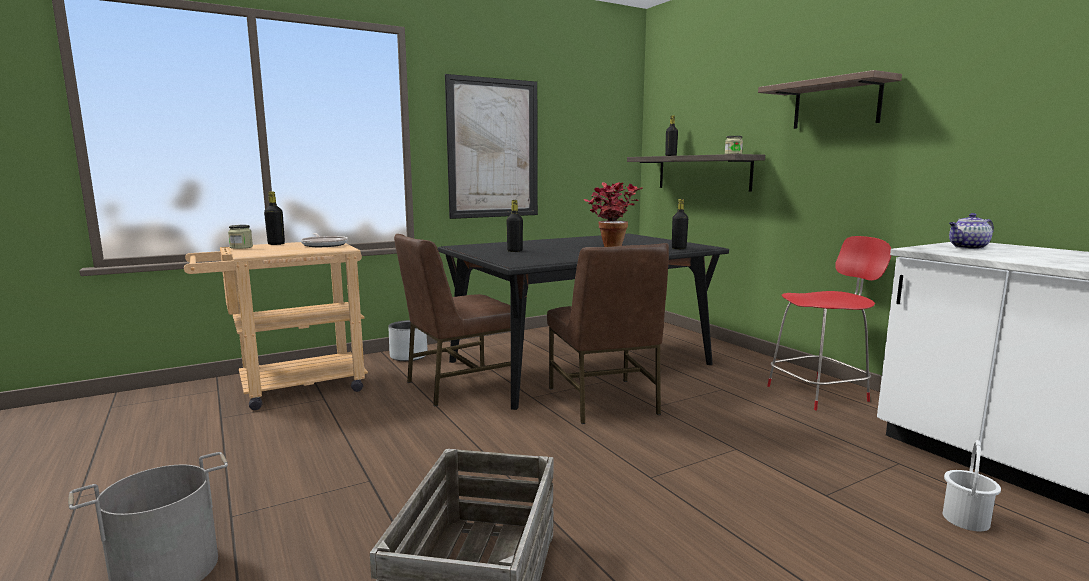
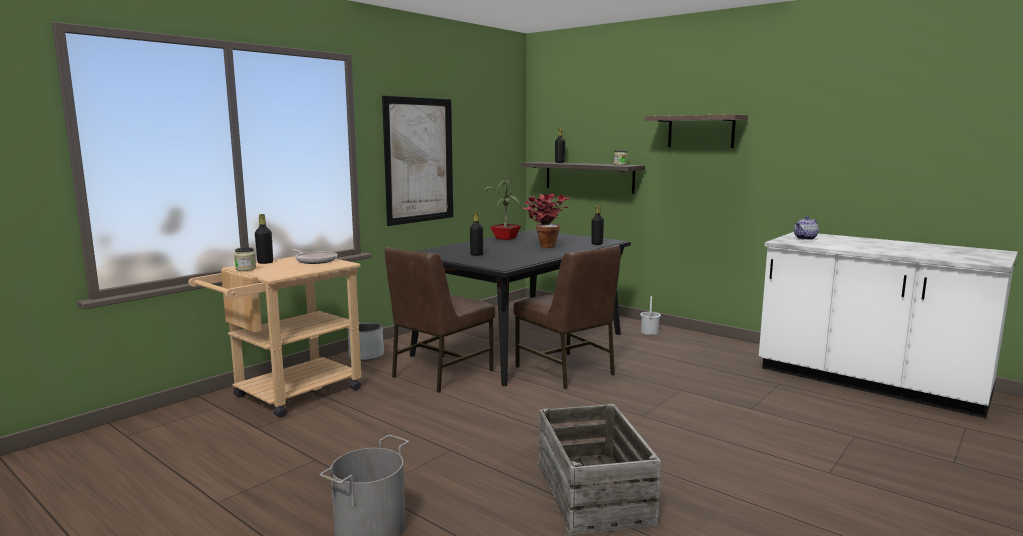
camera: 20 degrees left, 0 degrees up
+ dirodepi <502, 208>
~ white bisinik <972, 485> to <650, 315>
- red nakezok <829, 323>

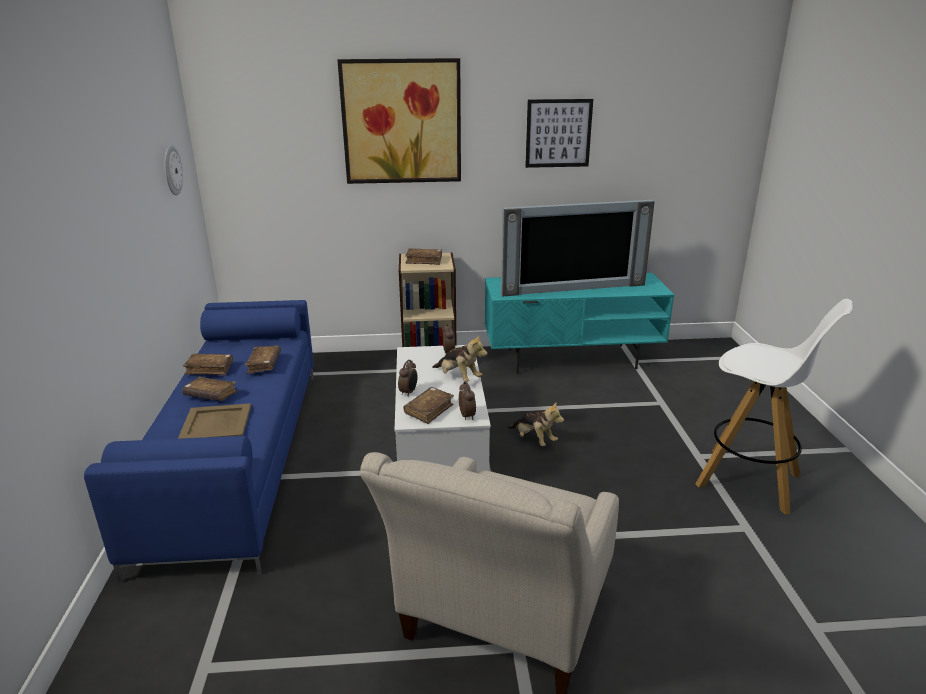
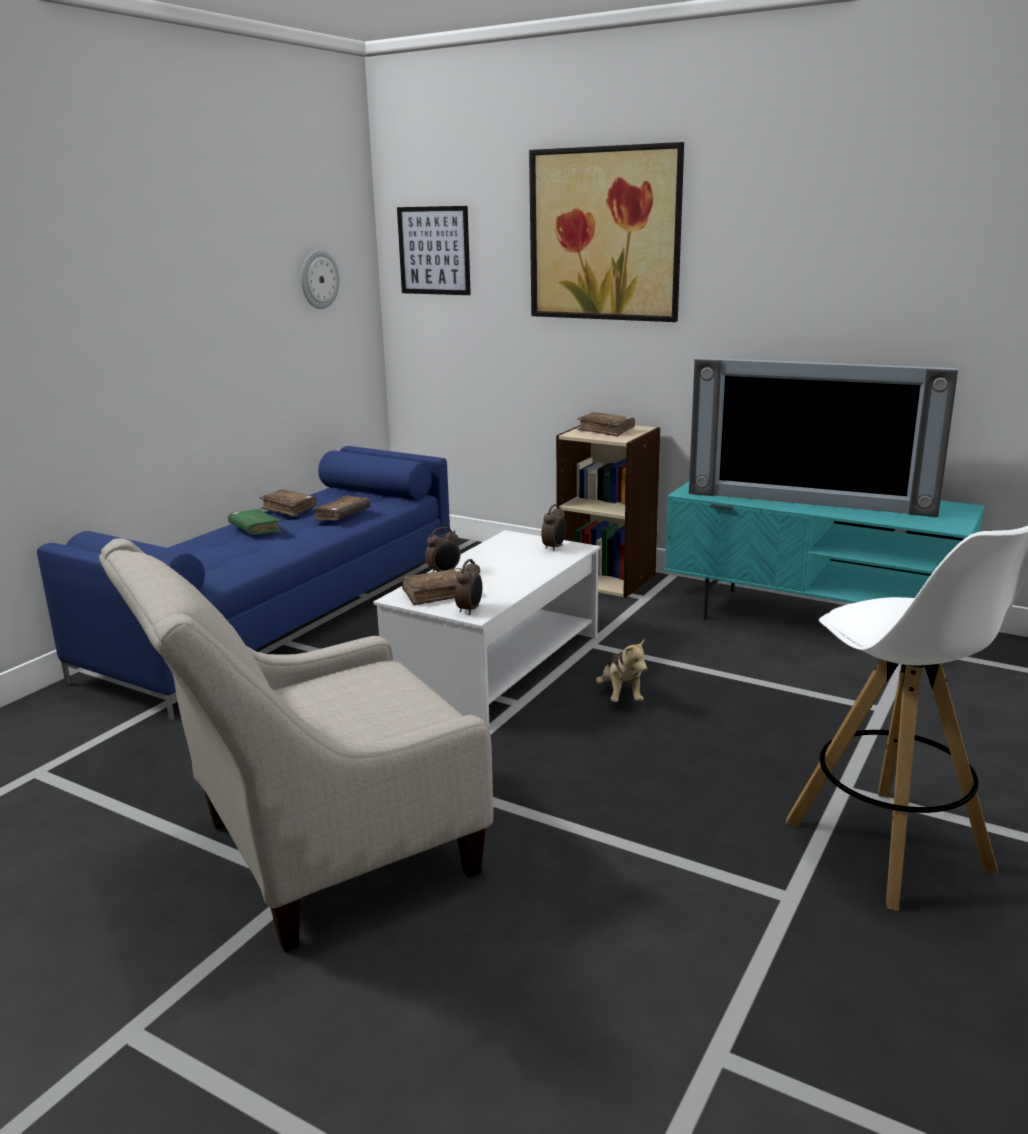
camera: 35 degrees right, 5 degrees down
~ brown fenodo <210, 389> to green fenodo <255, 522>
~ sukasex <559, 133> to <434, 250>
- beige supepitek <214, 421>
- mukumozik <459, 358>

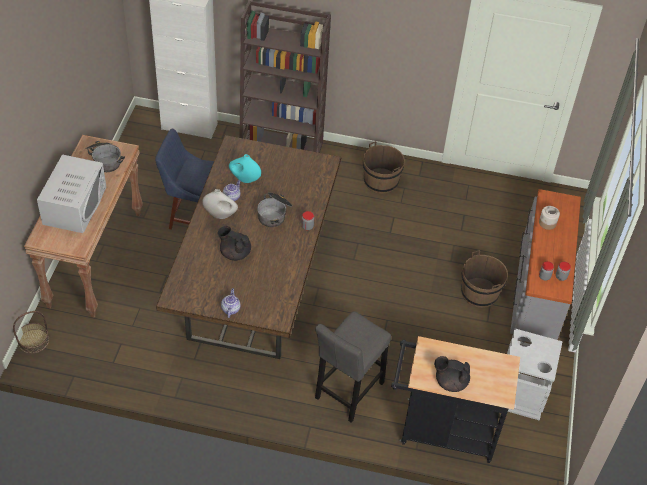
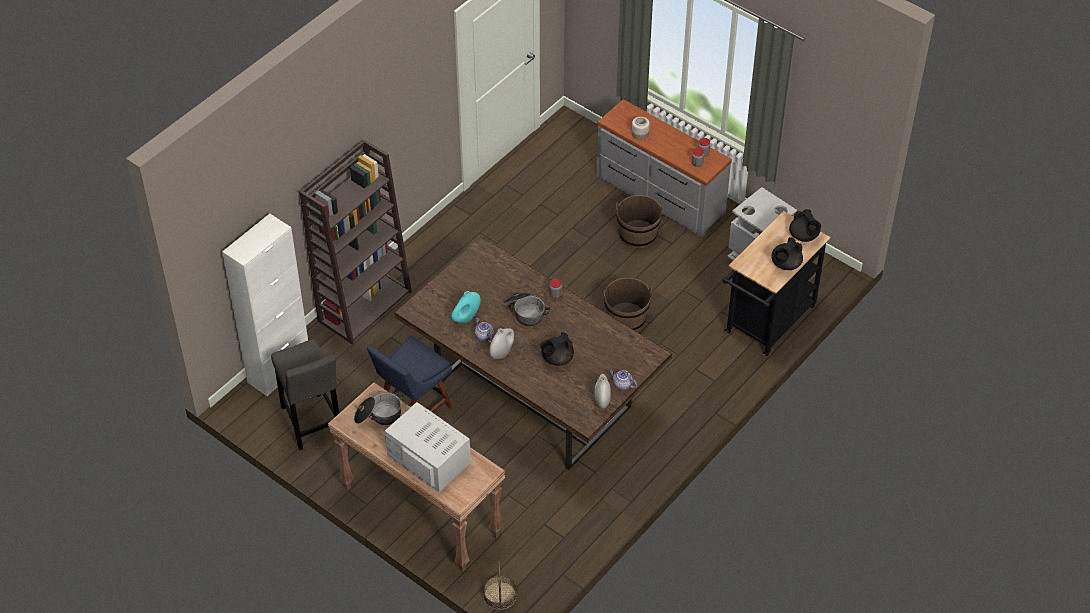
camera: 60 degrees left, 0 degrees up
~ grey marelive <353, 367> to <305, 394>
+ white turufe <602, 391>
~ brown bisinik <384, 167> to <627, 304>
+ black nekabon <805, 225>

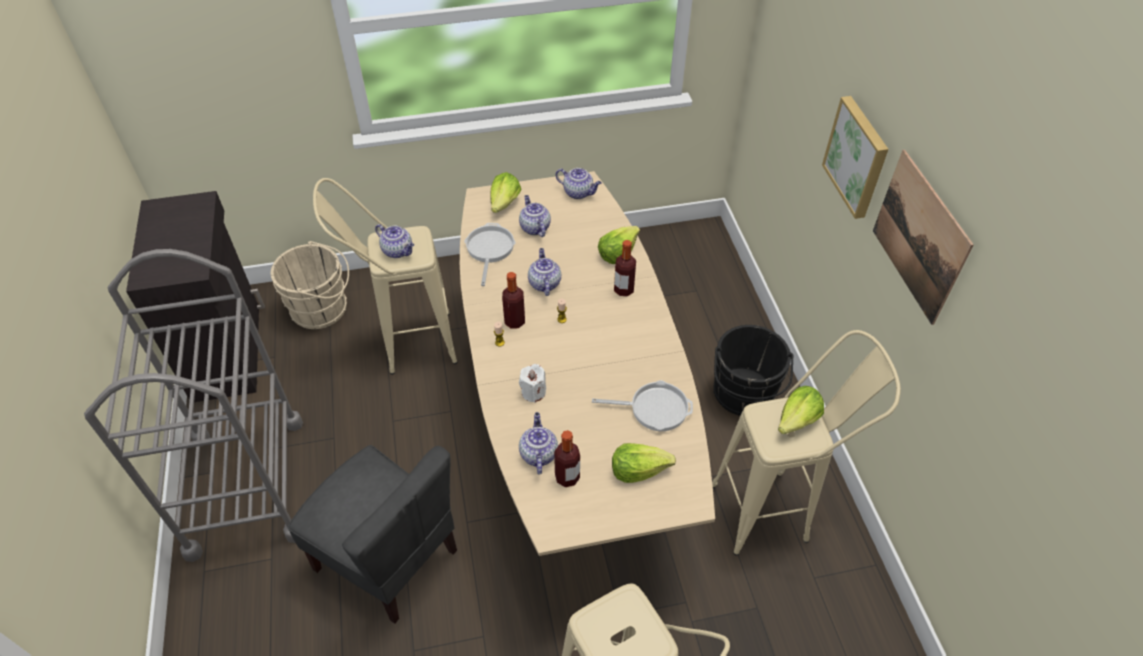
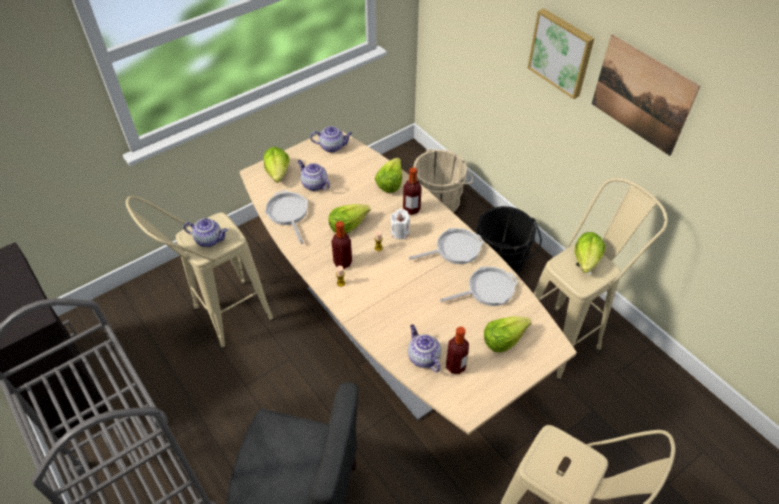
camera: 25 degrees left, 0 degrees up
~ nekabon <544, 272> to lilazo <349, 219>
~ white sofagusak <532, 383> to <400, 224>
+ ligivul <446, 246>
~ beige bisinik <310, 285> to <443, 181>

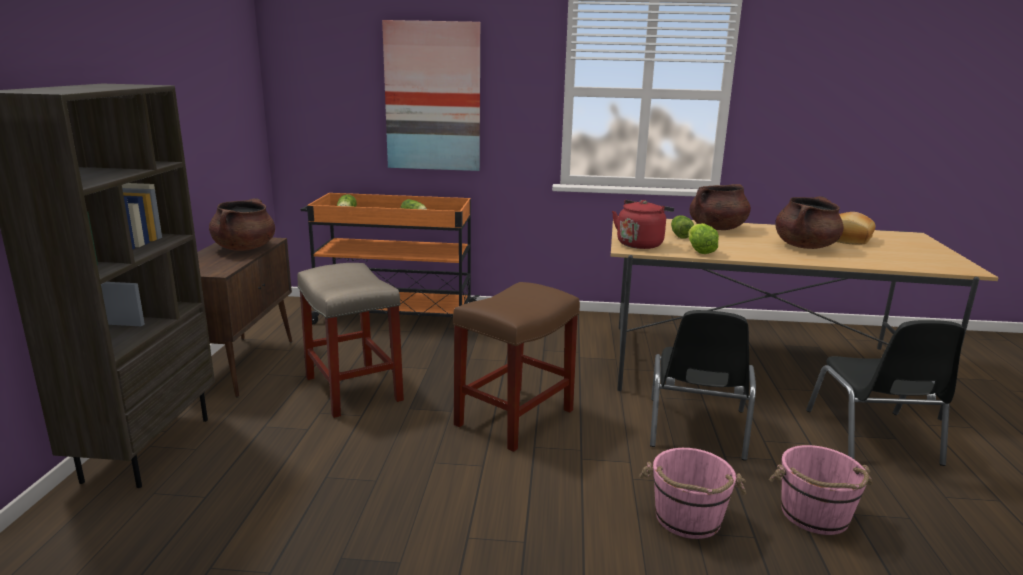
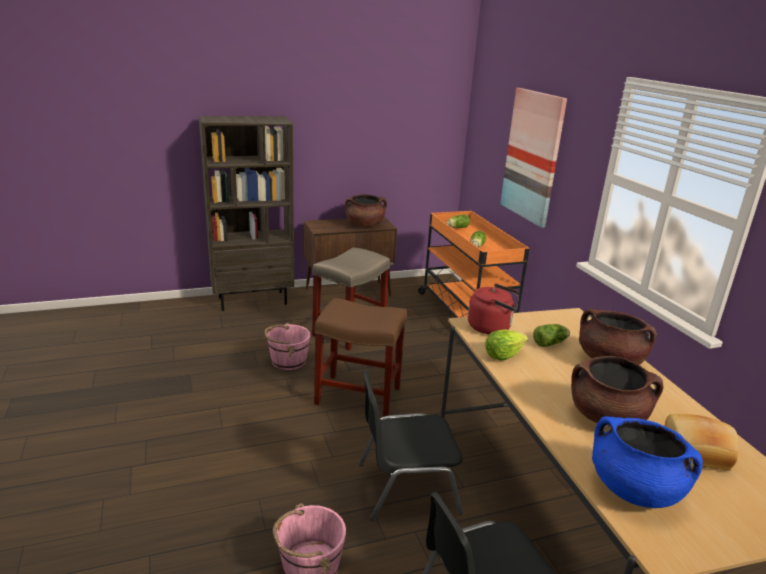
camera: 65 degrees right, 5 degrees up
~ pink bisinik <693, 493> to <288, 346>
+ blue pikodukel <647, 462>

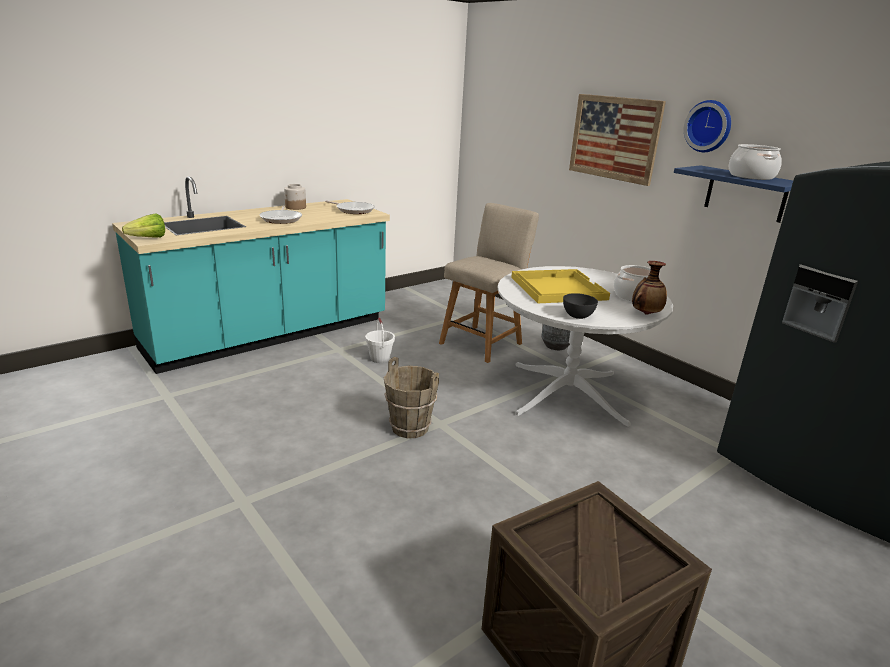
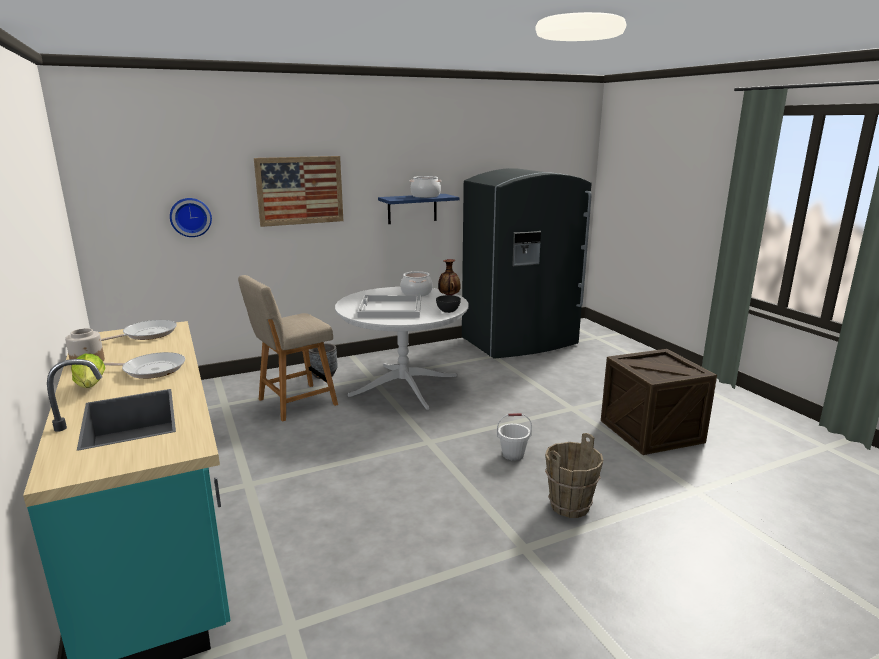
camera: 75 degrees left, 5 degrees down
~ lilazo <143, 226> to <88, 371>
~ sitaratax <707, 126> to <191, 217>
~ beige nakezok <489, 283> = <288, 348> 90 degrees counterclockwise
~ yellow supepitek <560, 286> to white supepitek <389, 306>
~ white bisinik <380, 340> to <514, 437>
~ brown bisinik <411, 397> to <574, 475>

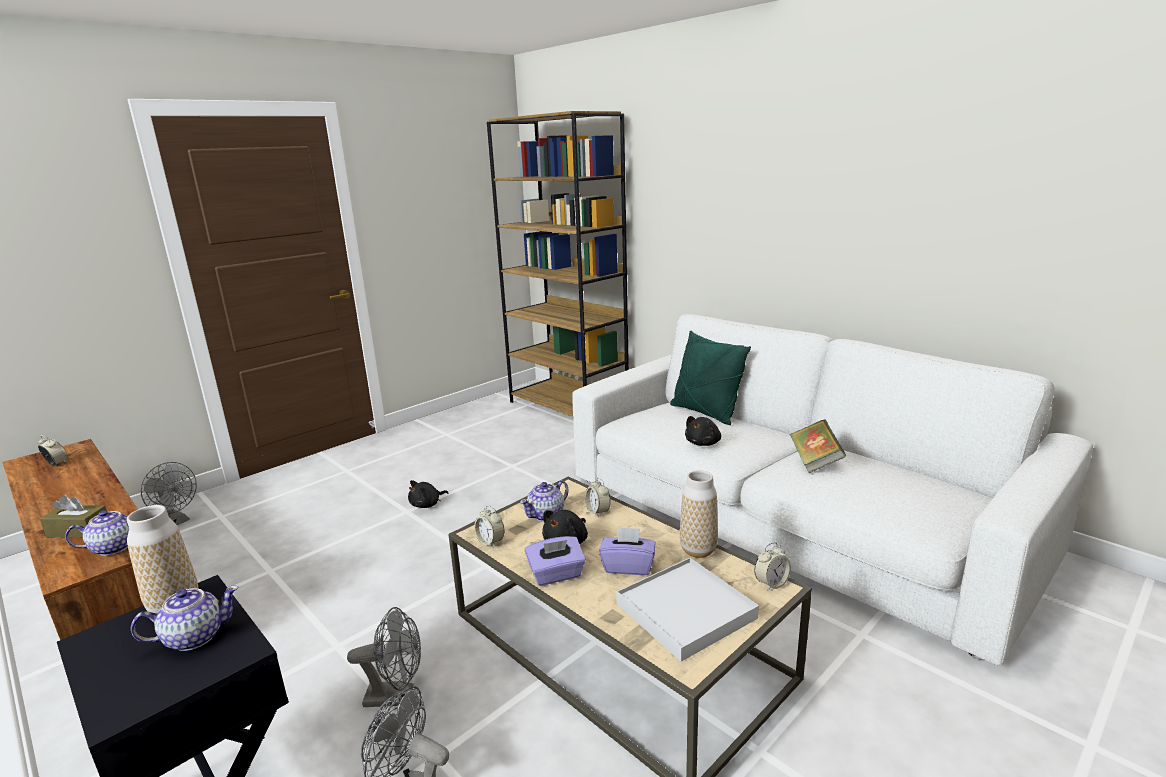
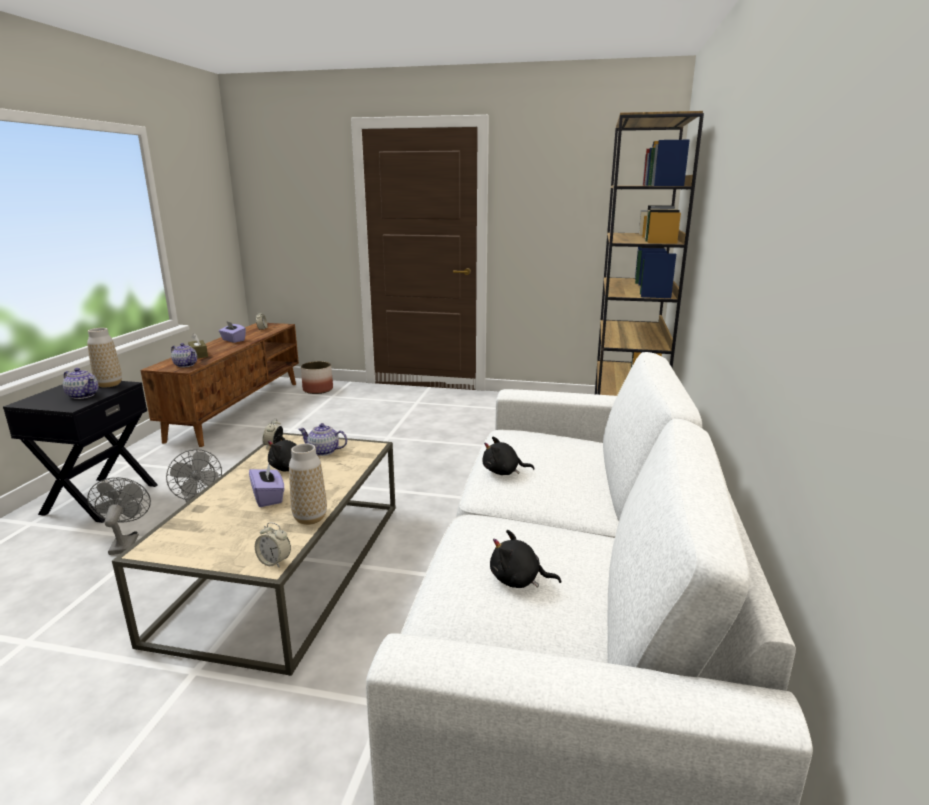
camera: 55 degrees right, 0 degrees up
~ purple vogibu <555, 561> to <232, 332>
~ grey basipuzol <169, 493> to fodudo <317, 377>
~ black mukumozik <428, 494> to <525, 559>
- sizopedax <598, 497>
- white supepitek <687, 610>
- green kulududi <710, 378>
- fenodo <818, 446>

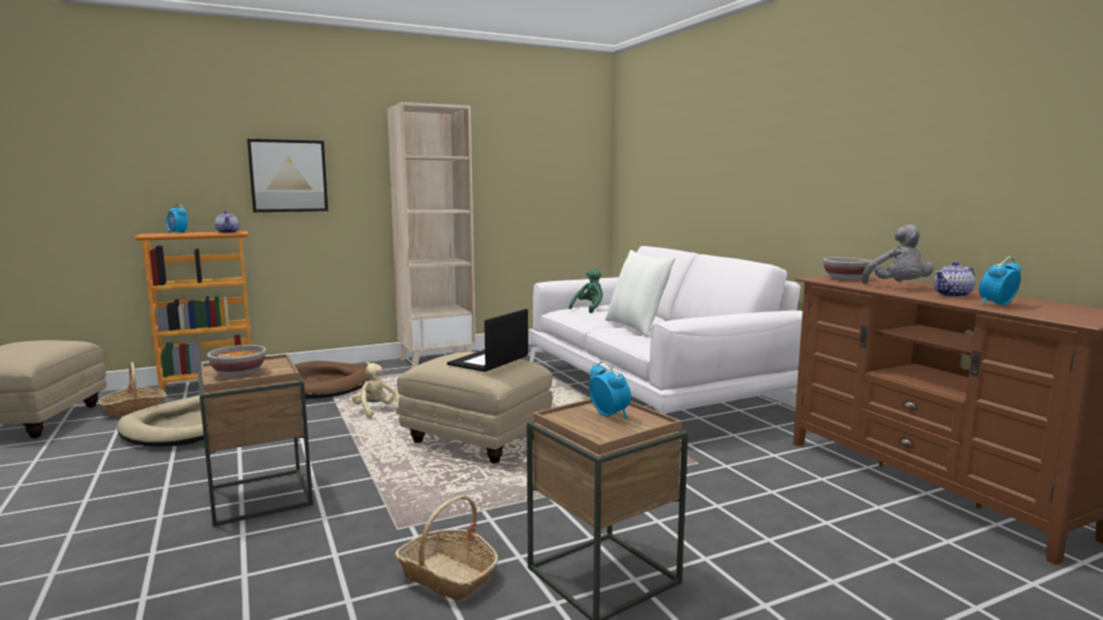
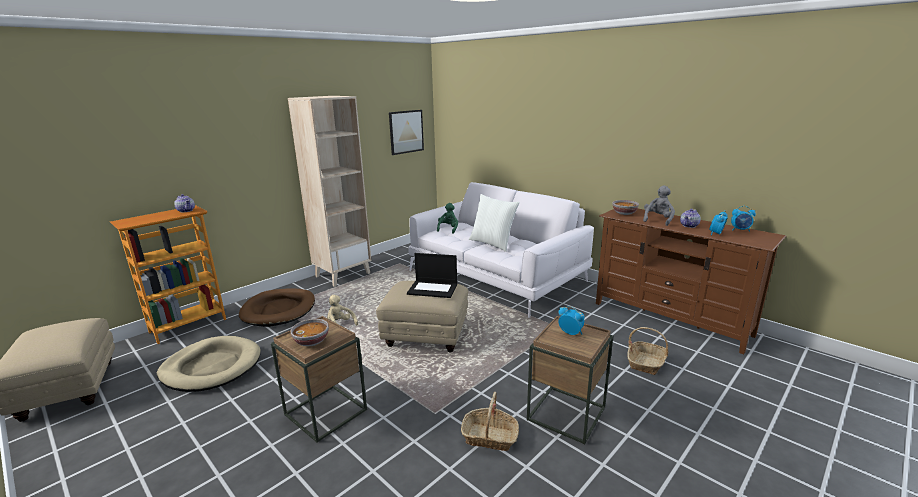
camera: 20 degrees left, 10 degrees up
~ sukasex <287, 175> to <406, 132>
~ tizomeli <487, 340> = <432, 275> 90 degrees counterclockwise
~ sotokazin <133, 390> to <648, 351>
~ grey mukumozik <897, 254> = <659, 206> 120 degrees counterclockwise
~ sizopedax <177, 219> to <743, 219>

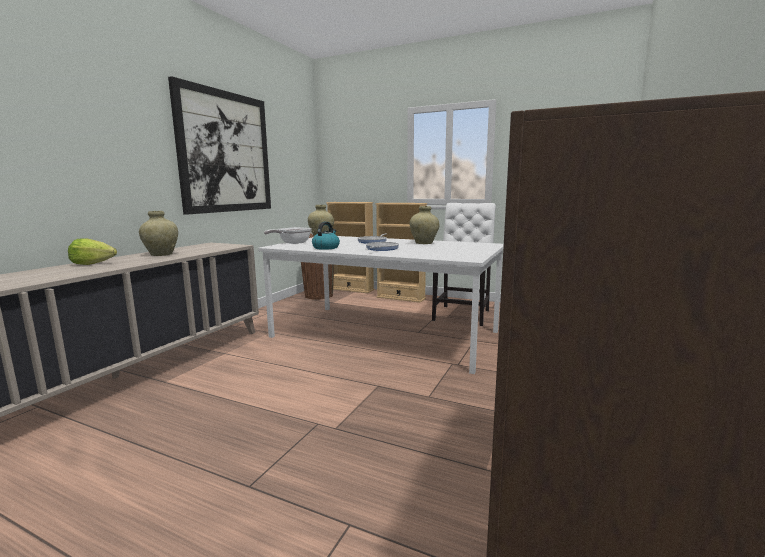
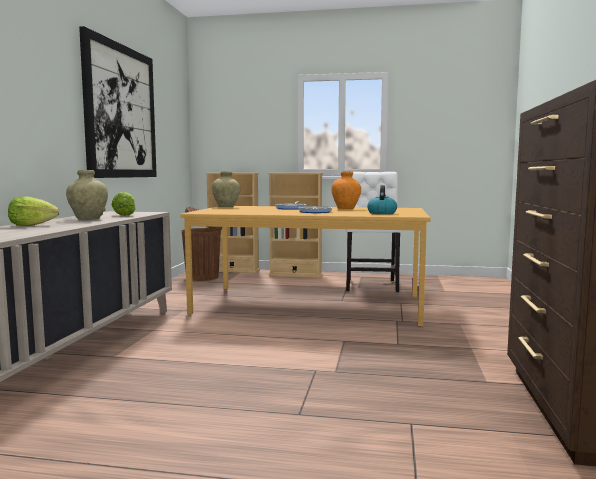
camera: 15 degrees left, 5 degrees down
+ lilazo <123, 204>
~ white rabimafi <381, 305> to orange rabimafi <305, 266>
~ beige turufe <424, 225> to orange turufe <346, 190>
~ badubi <326, 236> to <382, 199>
- ligivul <288, 235>

